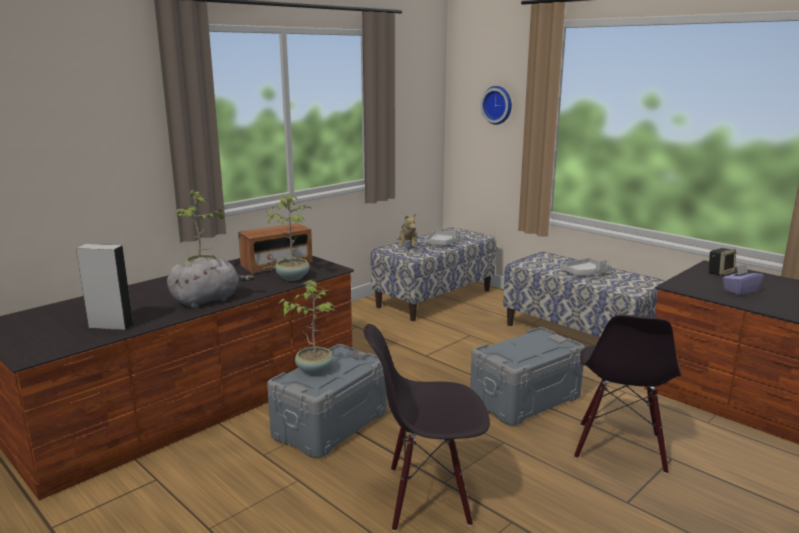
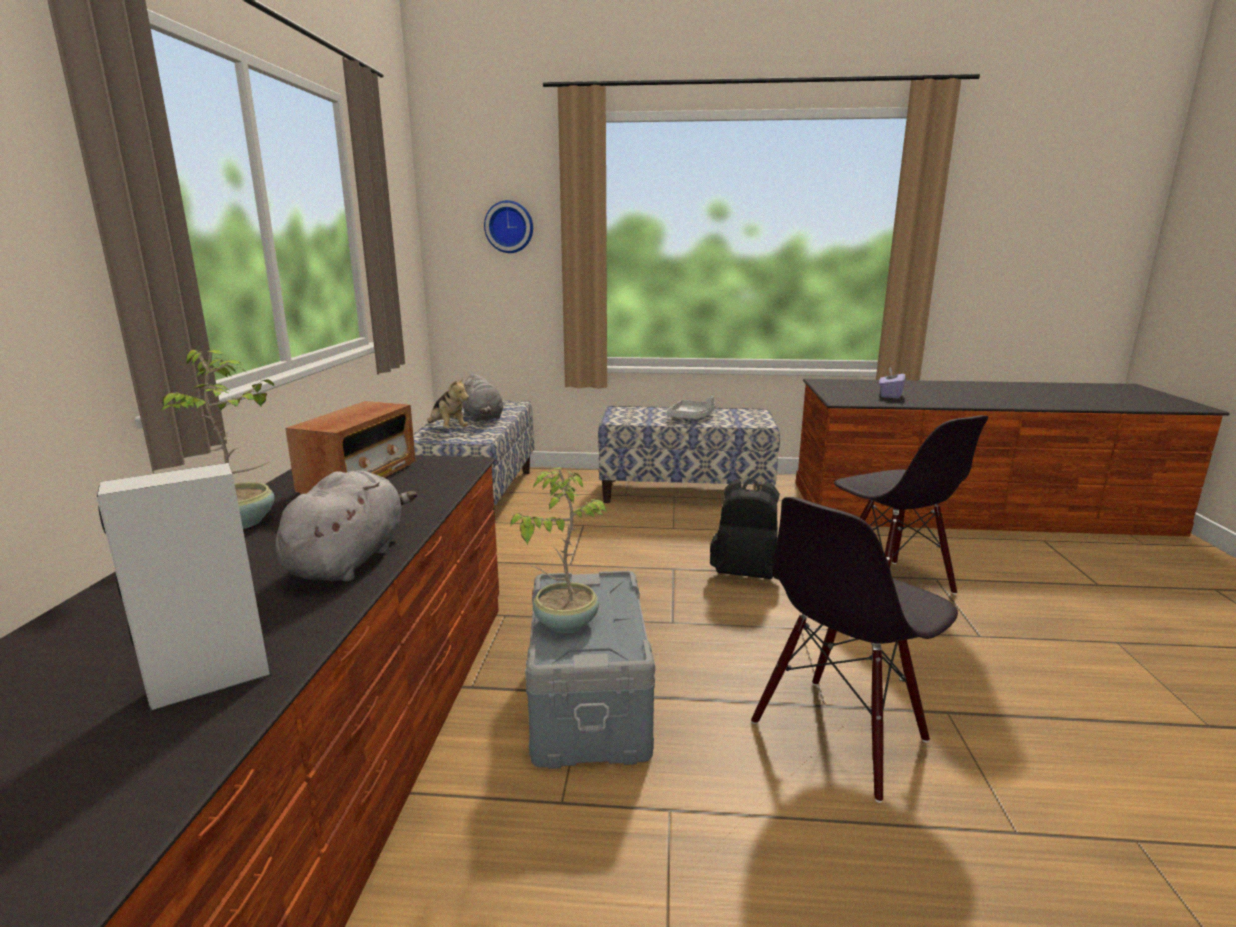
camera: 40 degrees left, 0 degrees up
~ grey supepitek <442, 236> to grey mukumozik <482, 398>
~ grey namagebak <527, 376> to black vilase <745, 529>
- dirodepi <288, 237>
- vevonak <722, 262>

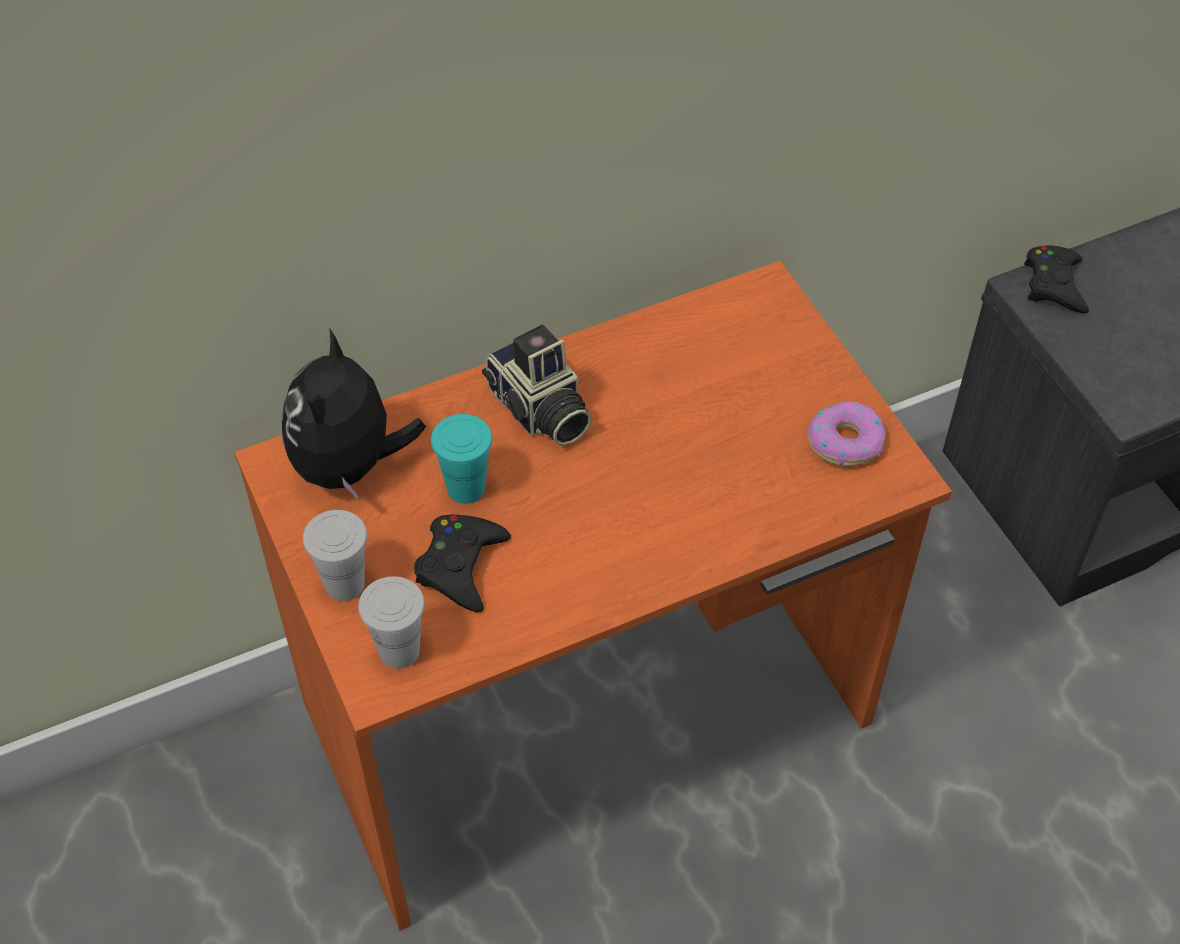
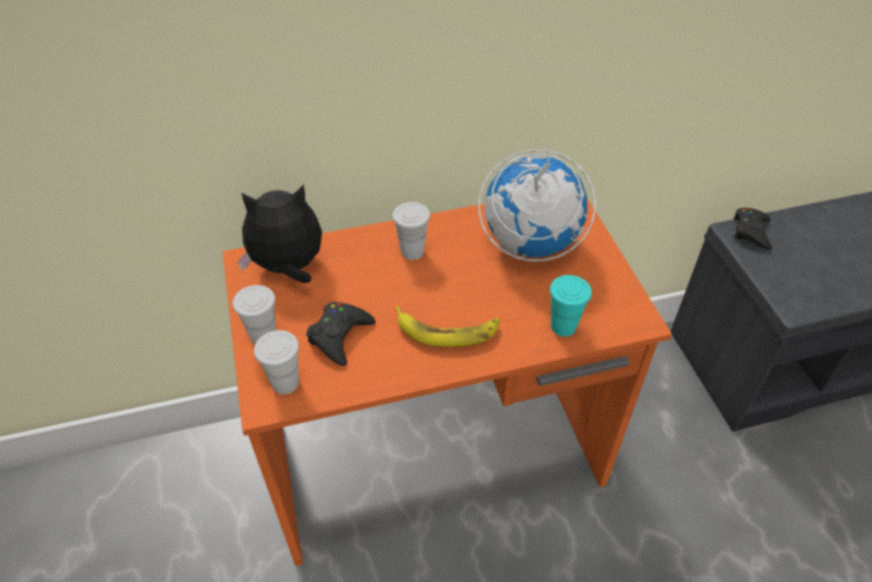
camera: 10 degrees right, 5 degrees down
~ mukumozik <354, 414> = <280, 233> 60 degrees clockwise
~ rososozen <537, 385> to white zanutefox <411, 231>
+ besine <447, 326>
+ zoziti <537, 205>
~ turquoise zanutefox <461, 459> to <571, 306>
- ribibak <847, 434>

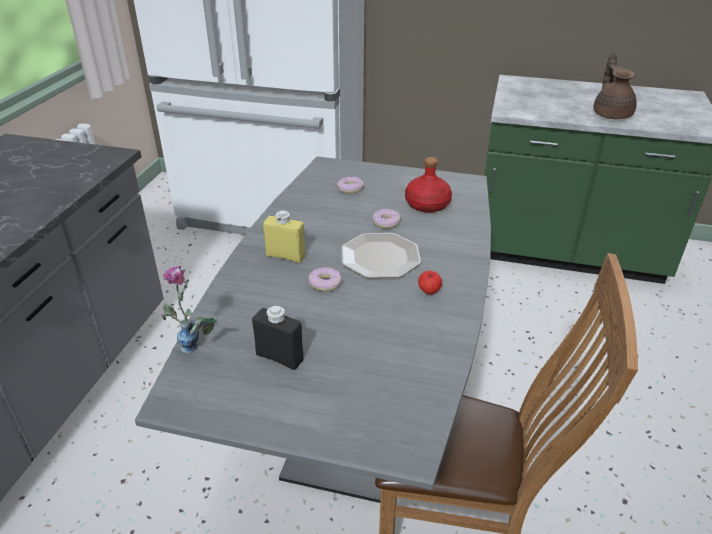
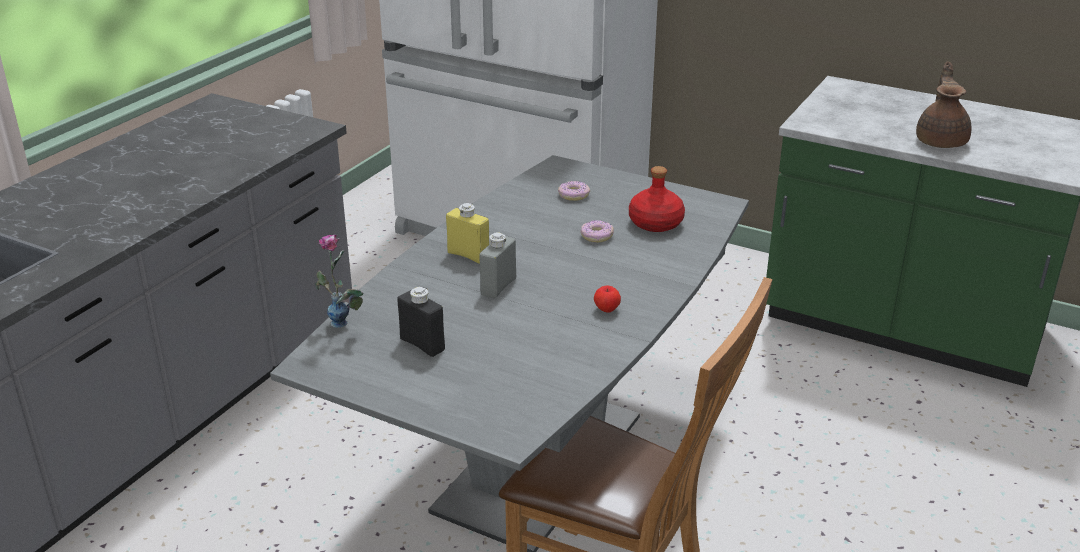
camera: 15 degrees right, 5 degrees down
~ ribibak <325, 279> to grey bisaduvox <497, 265>
- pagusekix <381, 255>

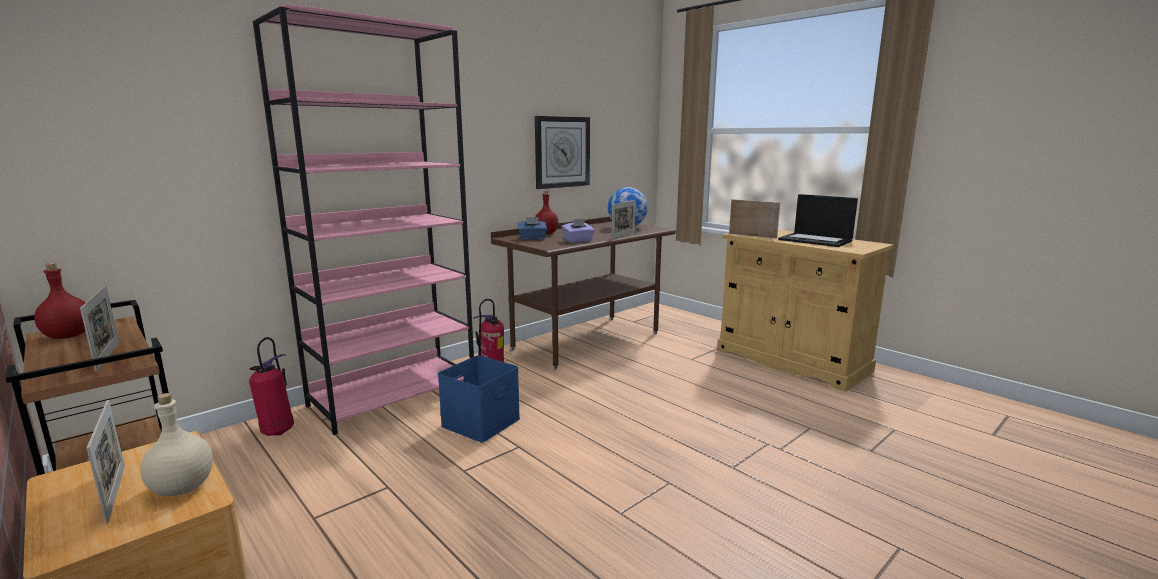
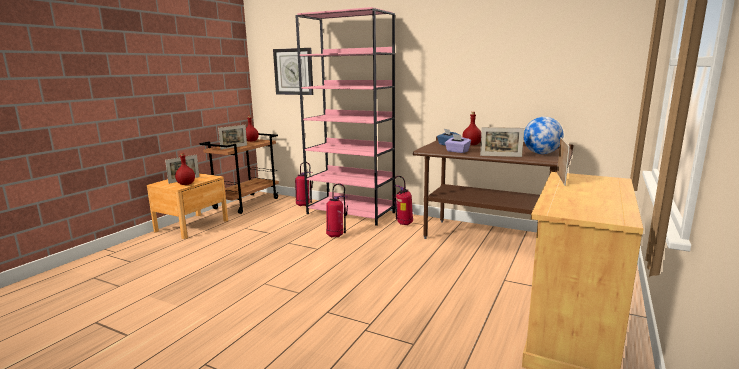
camera: 70 degrees right, 0 degrees up
~ beige bisaduvox <176, 444> to red bisaduvox <185, 169>
~ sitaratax <562, 152> to <293, 71>
~ blue namagebak <479, 399> to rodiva <337, 210>
- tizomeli <818, 220>

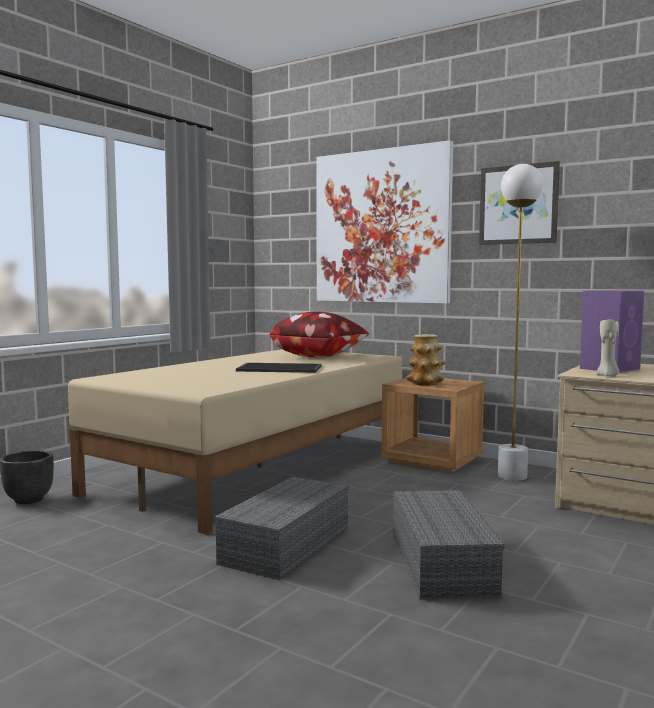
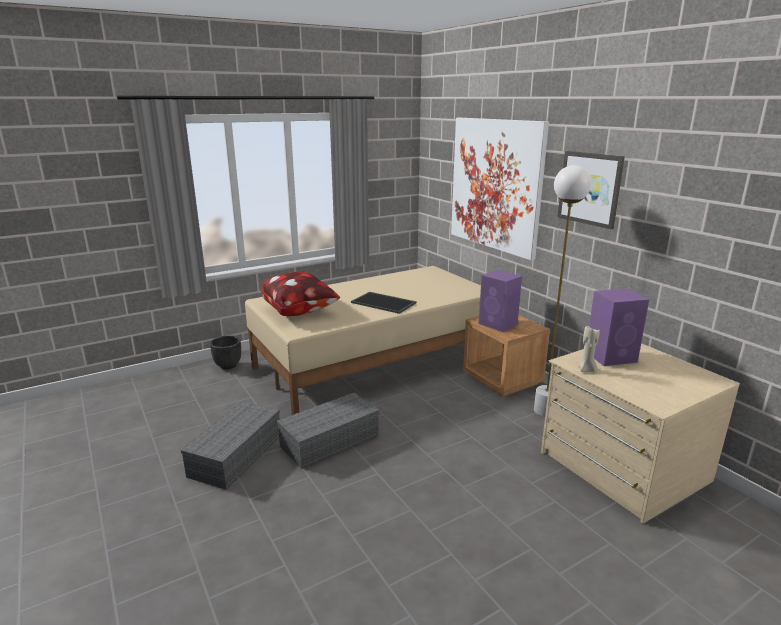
camera: 25 degrees right, 15 degrees up
~ grey namagebak <449, 545> to <230, 446>
~ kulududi <319, 335> to <300, 294>
~ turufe <426, 360> to purple vevonak <500, 301>

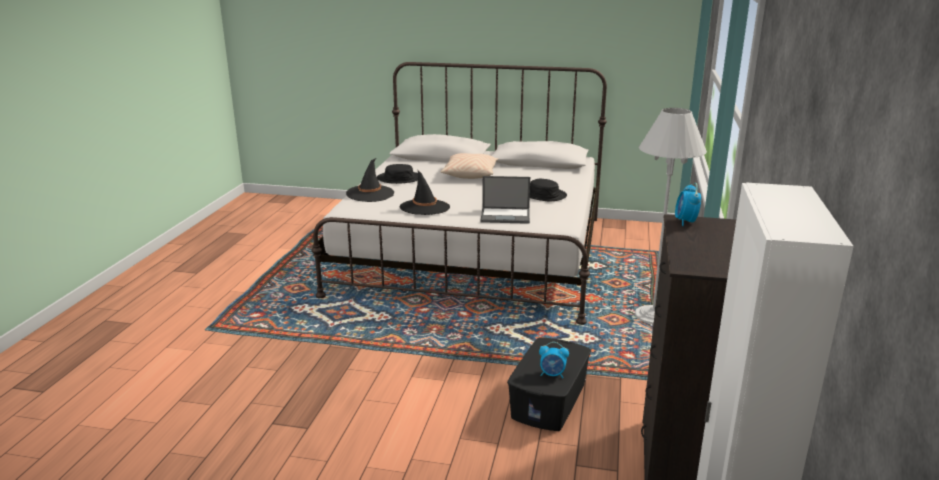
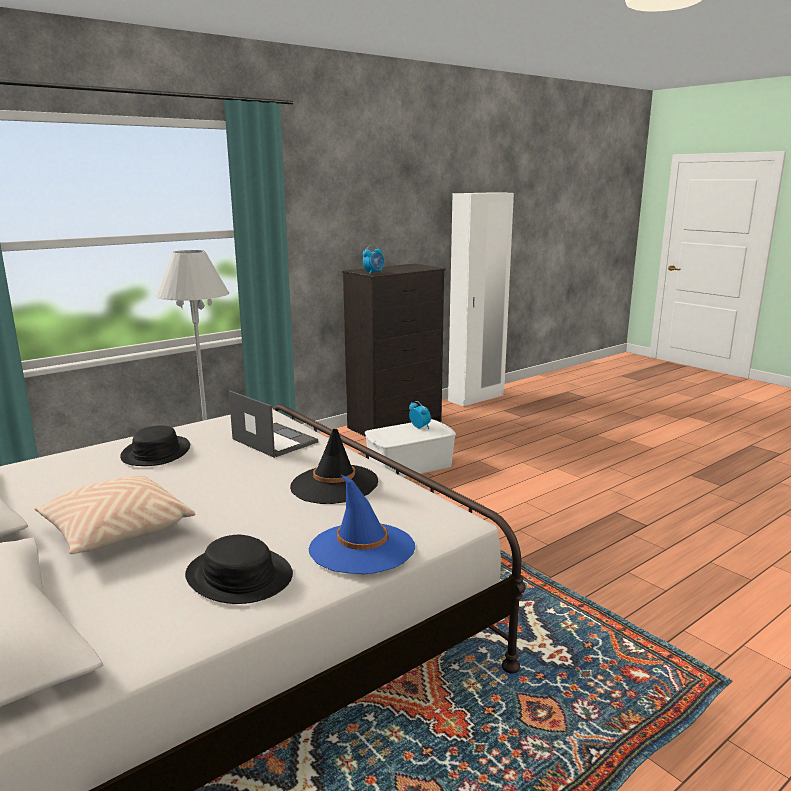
camera: 140 degrees left, 5 degrees down
~ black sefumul <370, 180> to blue sefumul <362, 524>
~ black namagebak <549, 384> to white namagebak <410, 448>

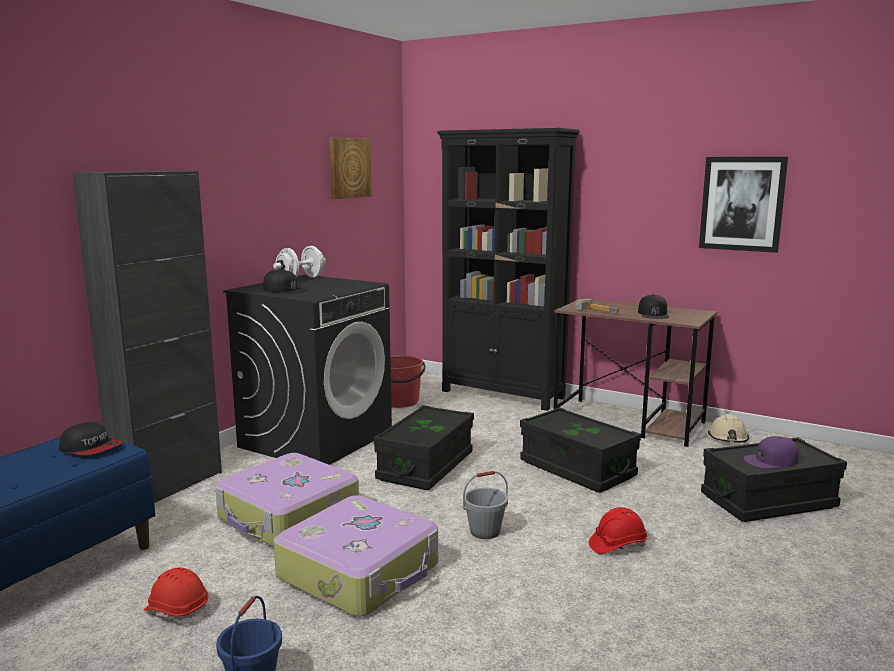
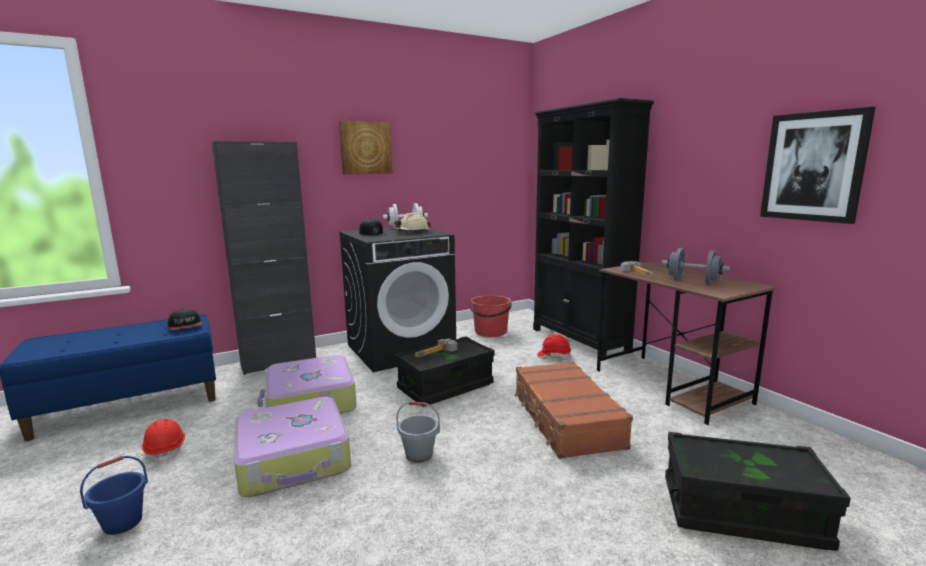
camera: 30 degrees right, 0 degrees up
~ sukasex <350, 168> to <365, 147>
~ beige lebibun <728, 428> to <412, 222>
+ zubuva <436, 348>
~ black namagebak <580, 450> to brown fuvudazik <574, 410>
~ red lebibun <618, 530> to <554, 346>
~ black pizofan <653, 306> to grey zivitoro <696, 266>
- purple pizofan <771, 452>

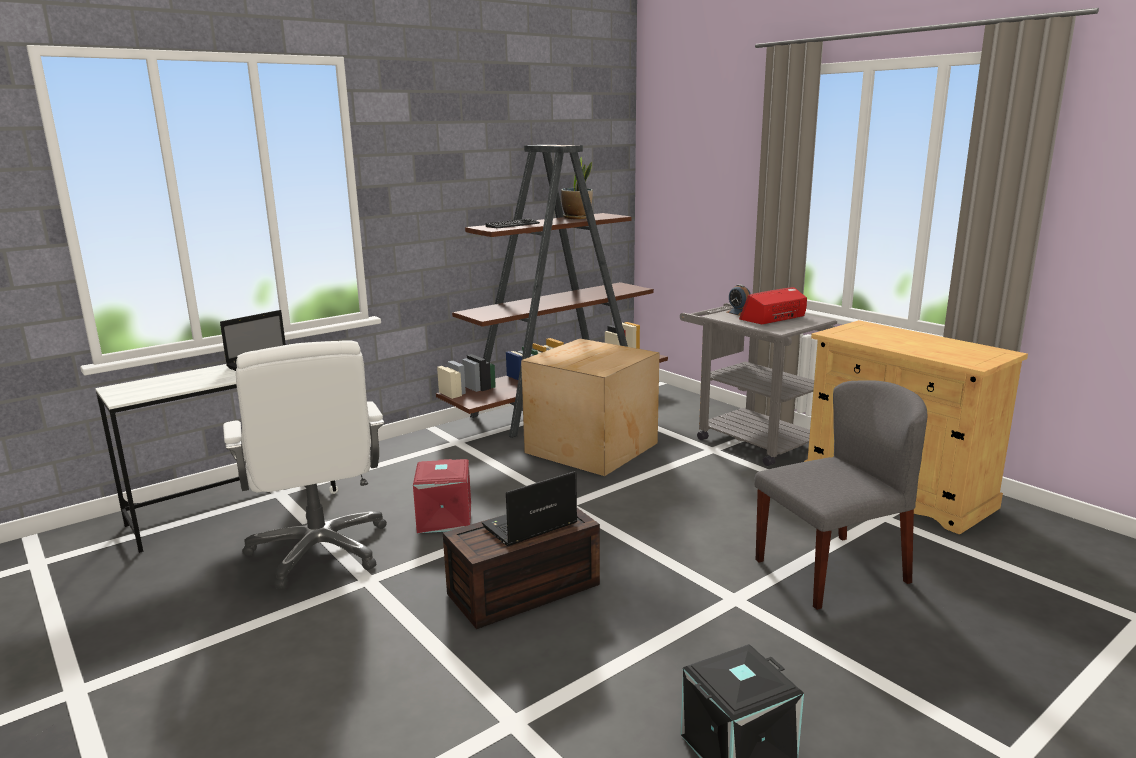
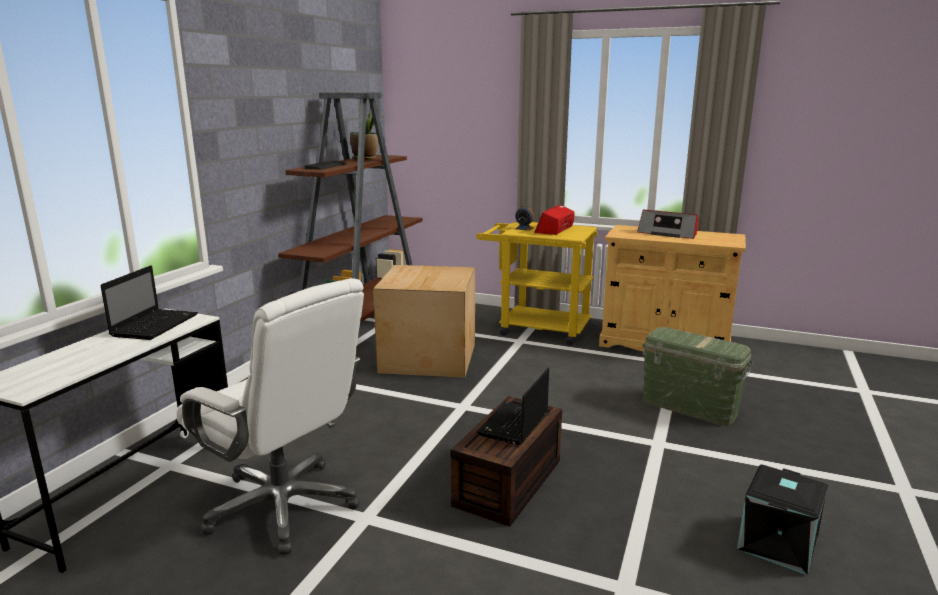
camera: 30 degrees left, 0 degrees up
~ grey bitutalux <758, 384> to yellow bitutalux <537, 283>
+ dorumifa <668, 224>
~ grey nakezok <840, 495> to green namagebak <697, 376>
- red namagebak <442, 496>

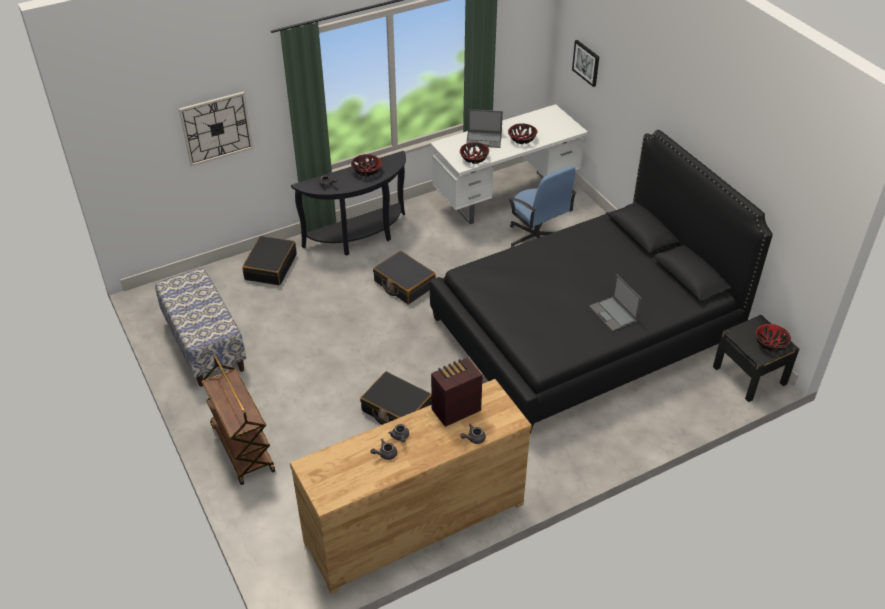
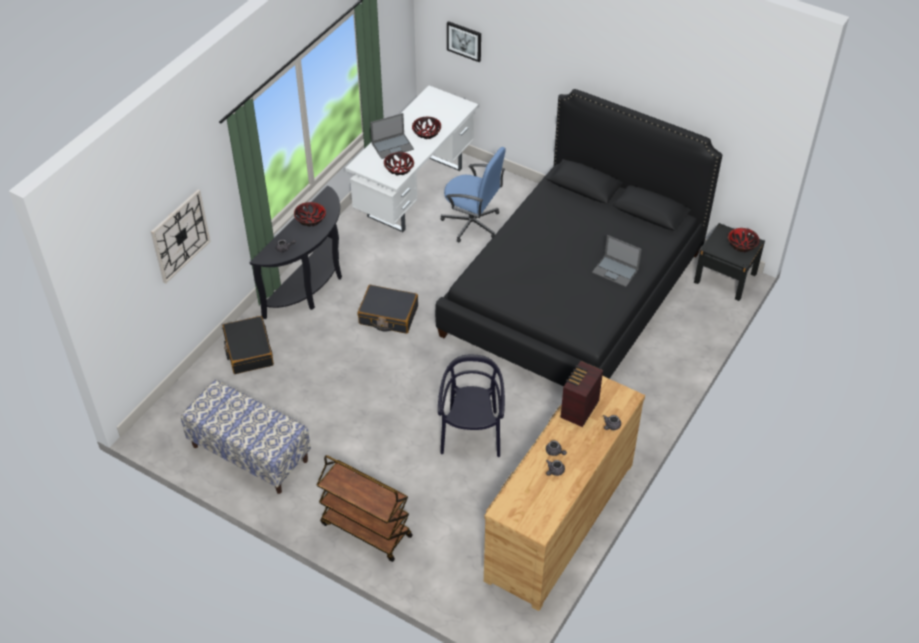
camera: 30 degrees left, 5 degrees up
~ black fuvudazik <396, 398> to black nakezok <471, 406>

